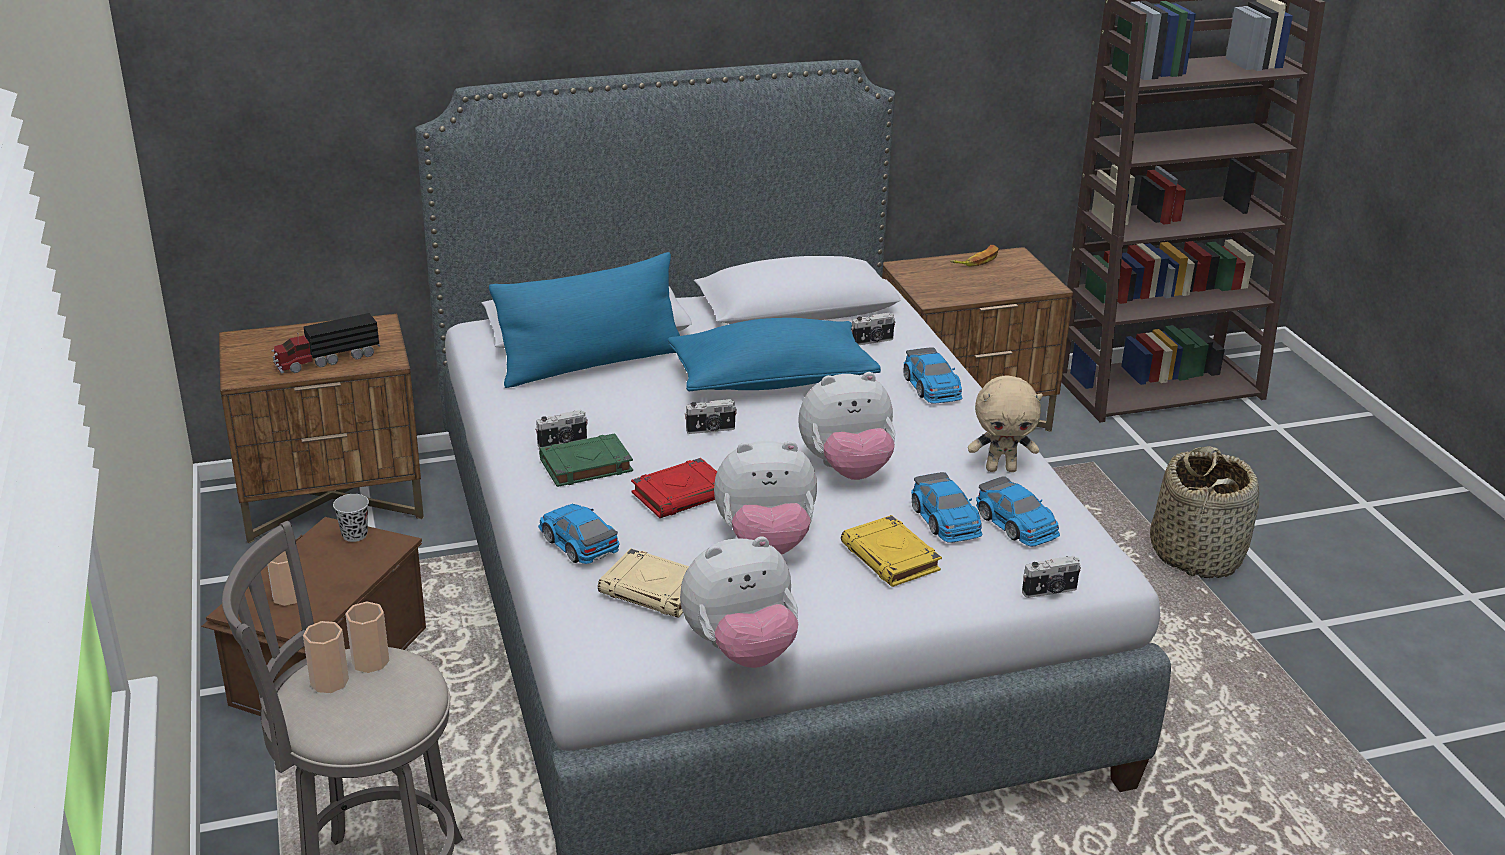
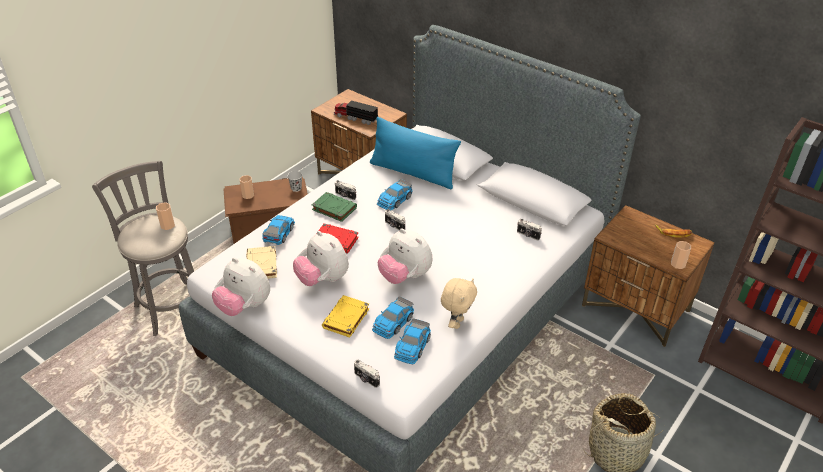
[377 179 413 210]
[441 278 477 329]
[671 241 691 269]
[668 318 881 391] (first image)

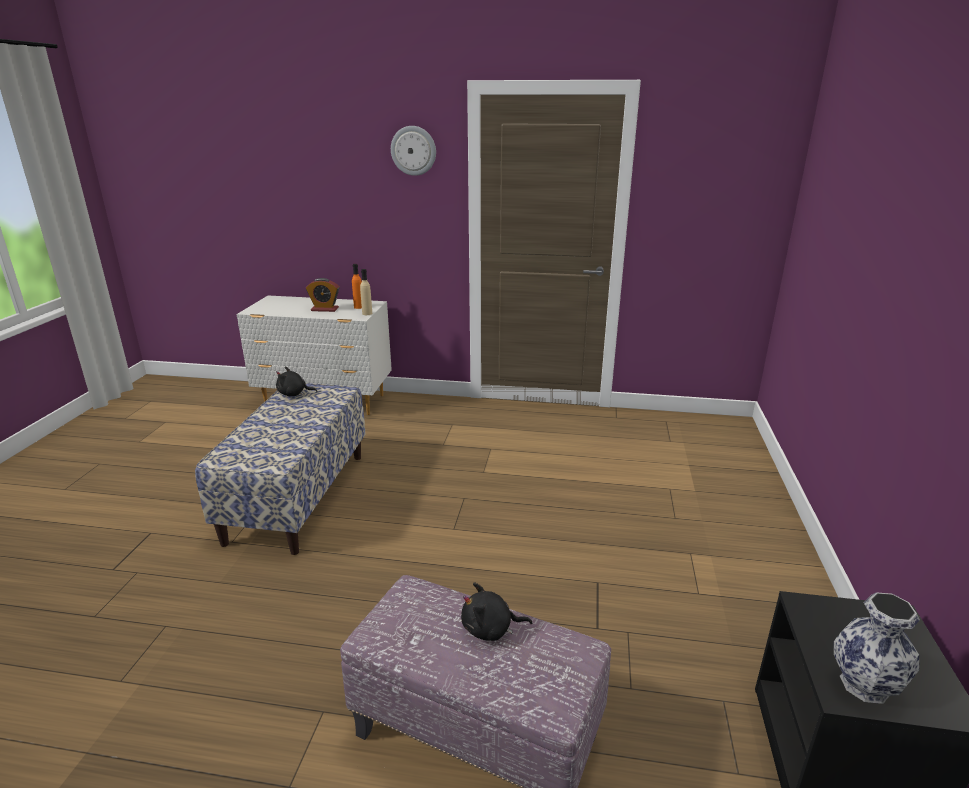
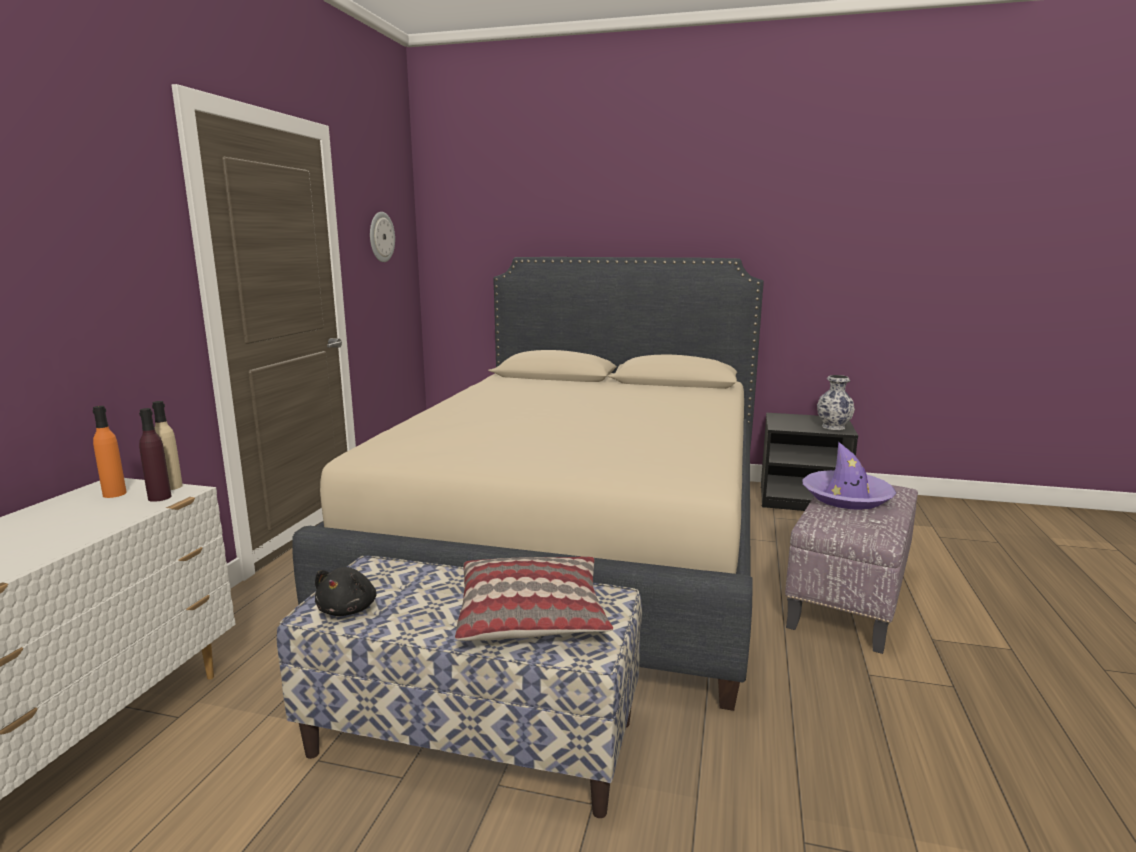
[139 408 172 502]
[292 257 764 711]
[370 212 395 262]
[455 557 613 641]
[802 442 896 510]
[306 278 339 312] (first image)

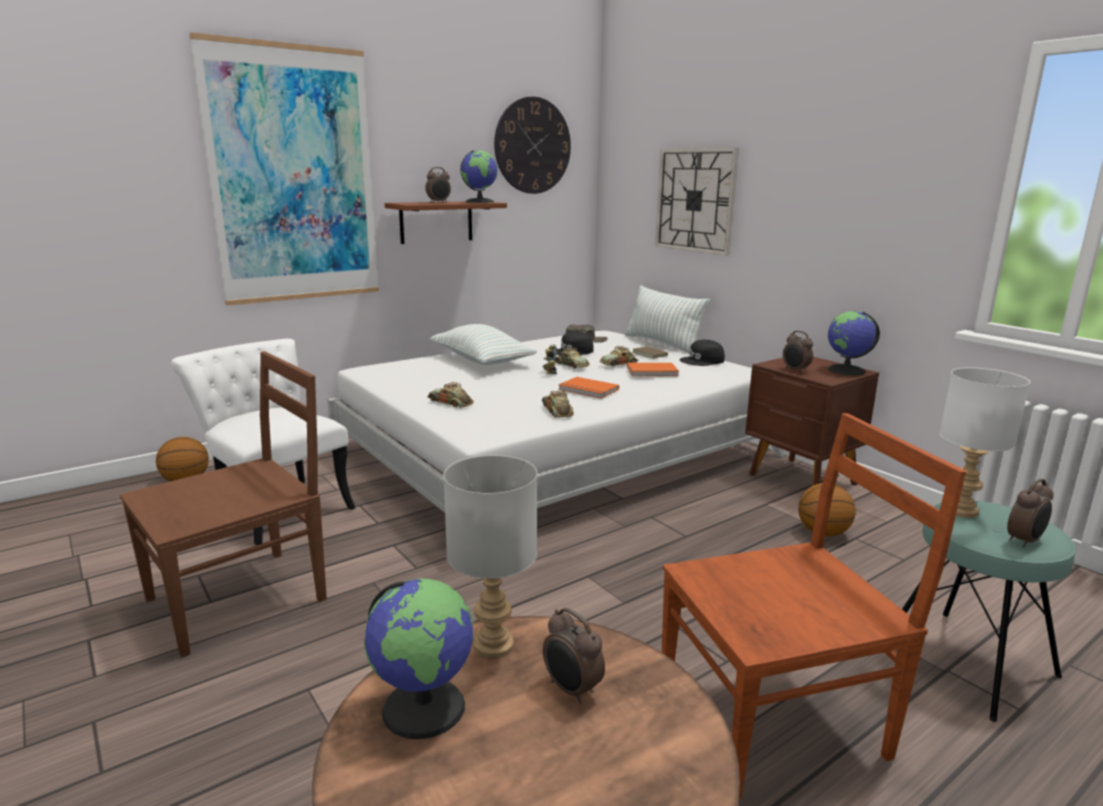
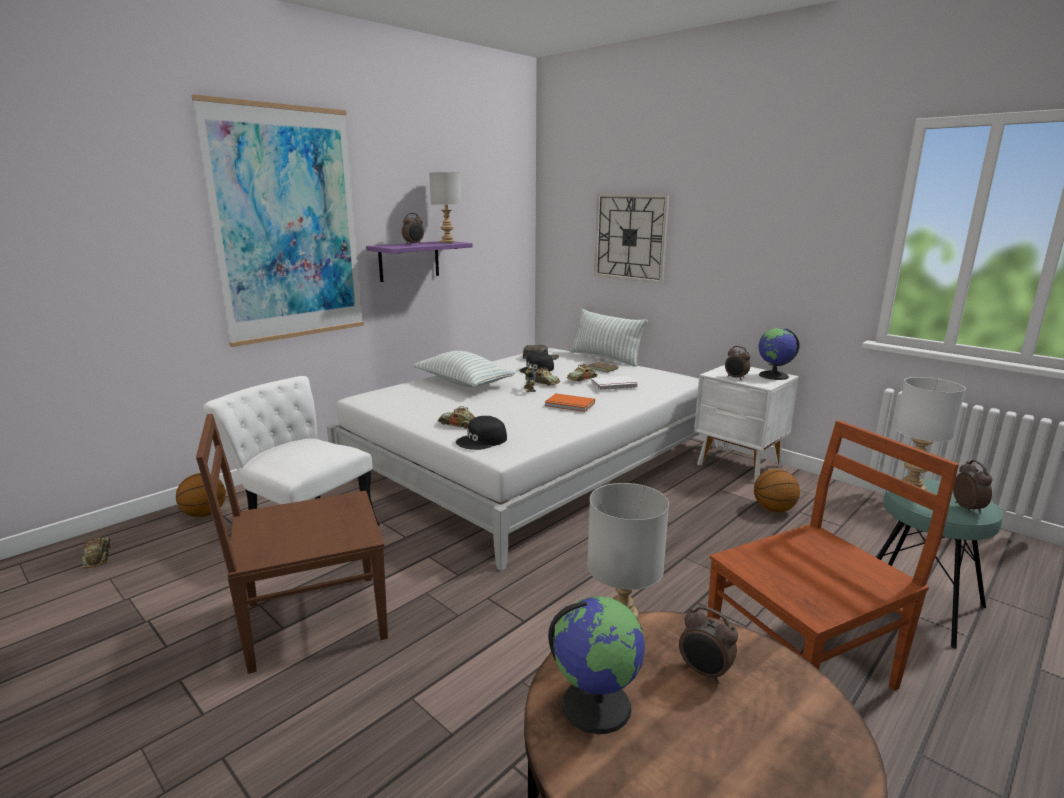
[82 537 110 568]
[196 414 388 674]
[366 241 473 282]
[429 172 461 243]
[456 416 507 450]
[591 376 638 390]
[694 365 799 483]
[953 460 993 514]
[494 97 571 194] (first image)

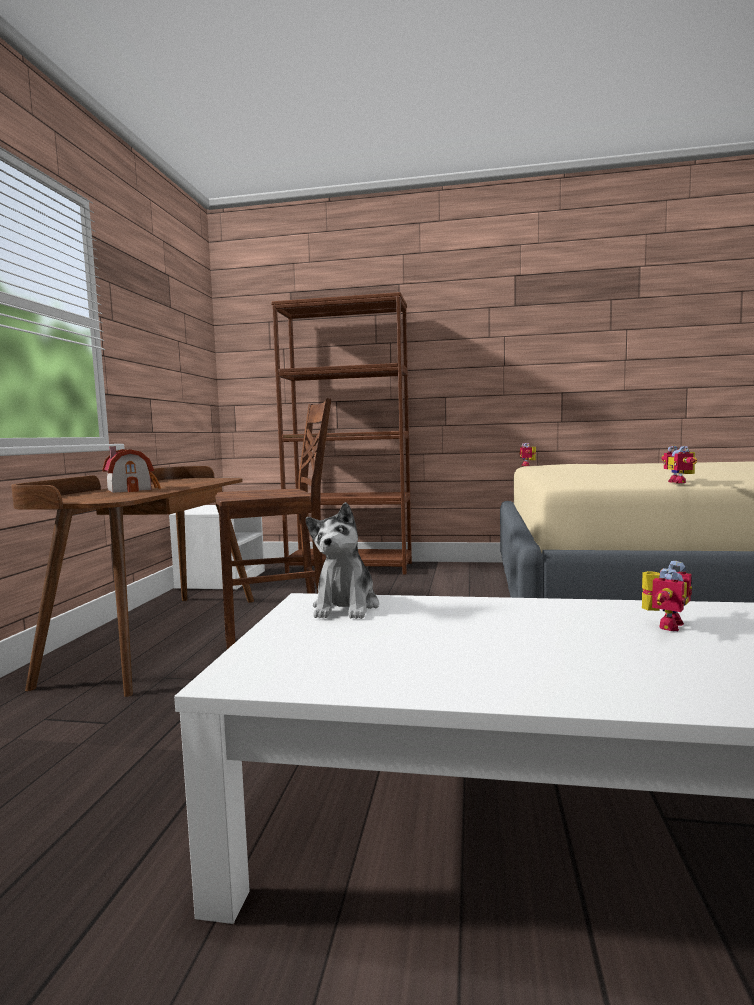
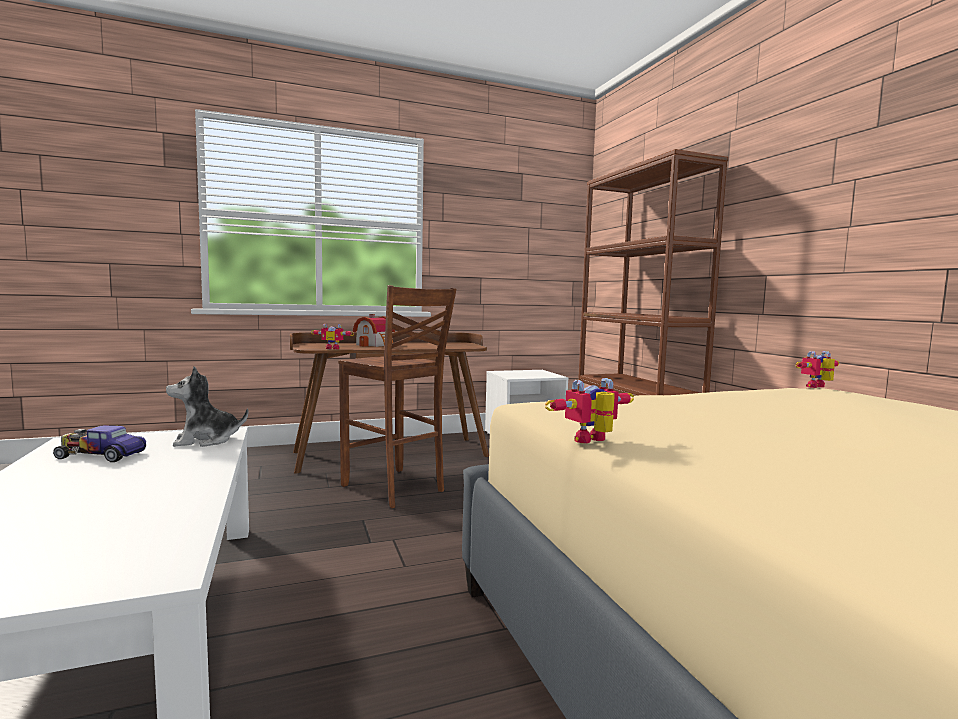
[53 426 146 462]
[311 324 354 349]

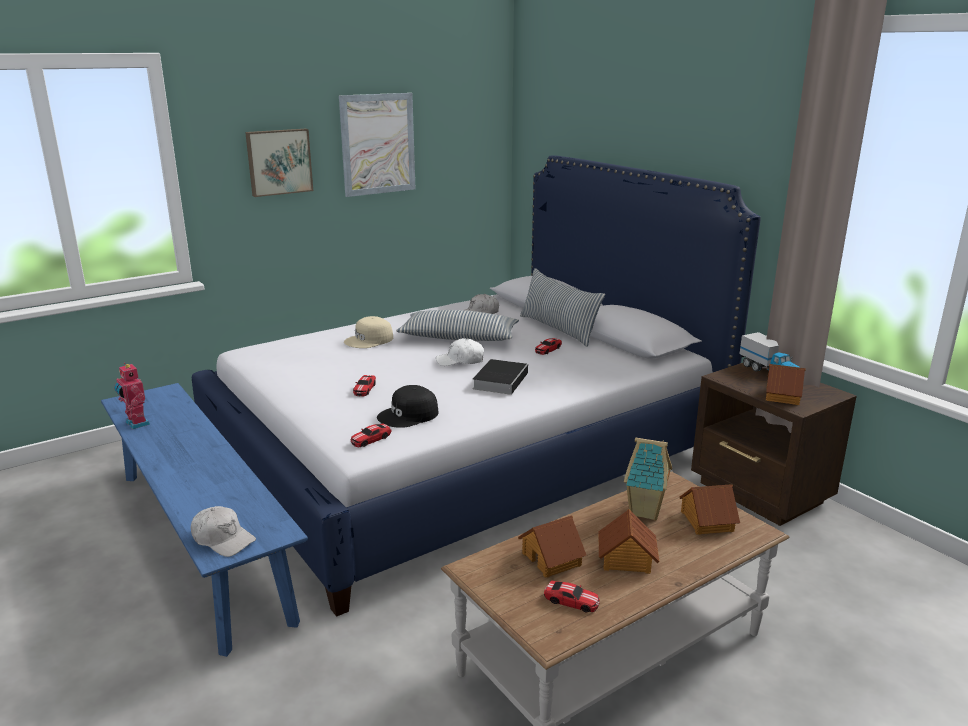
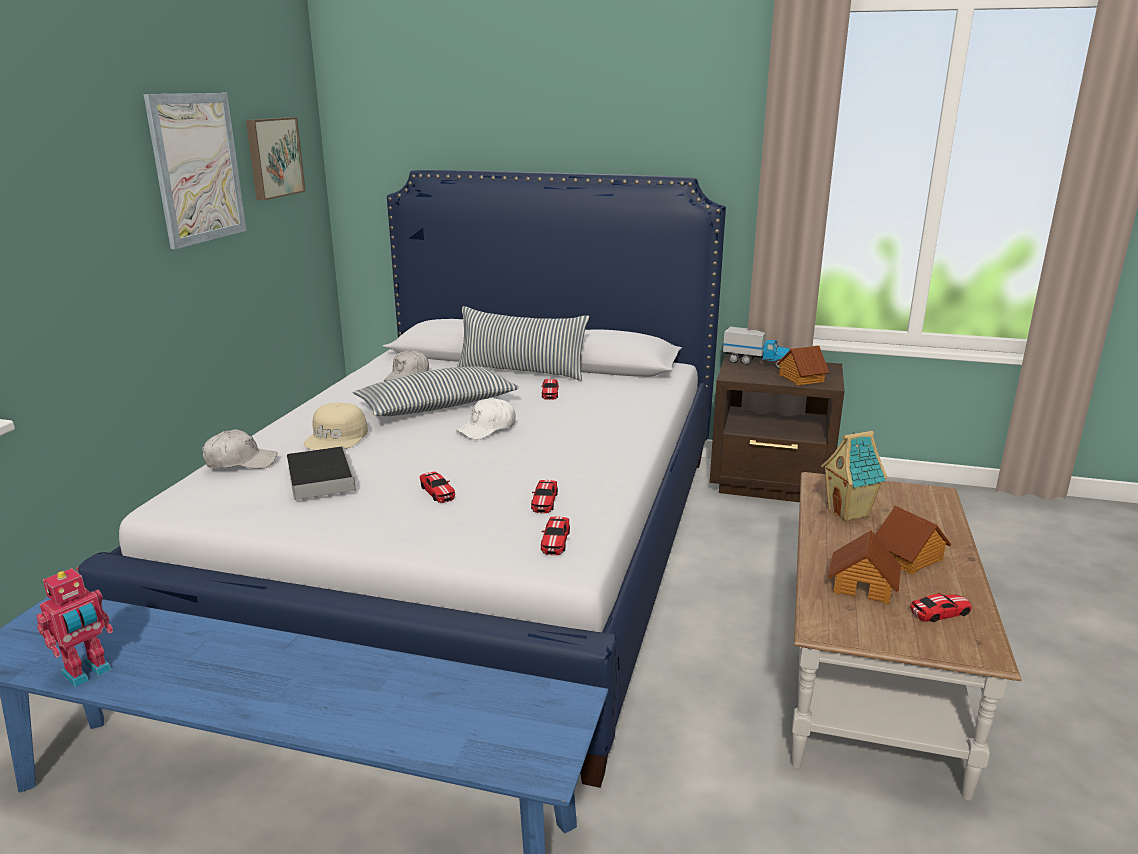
[37 567 113 688]
[202 429 277 469]
[246 117 306 200]
[287 446 356 500]
[531 480 558 513]
[680 484 740 535] (first image)

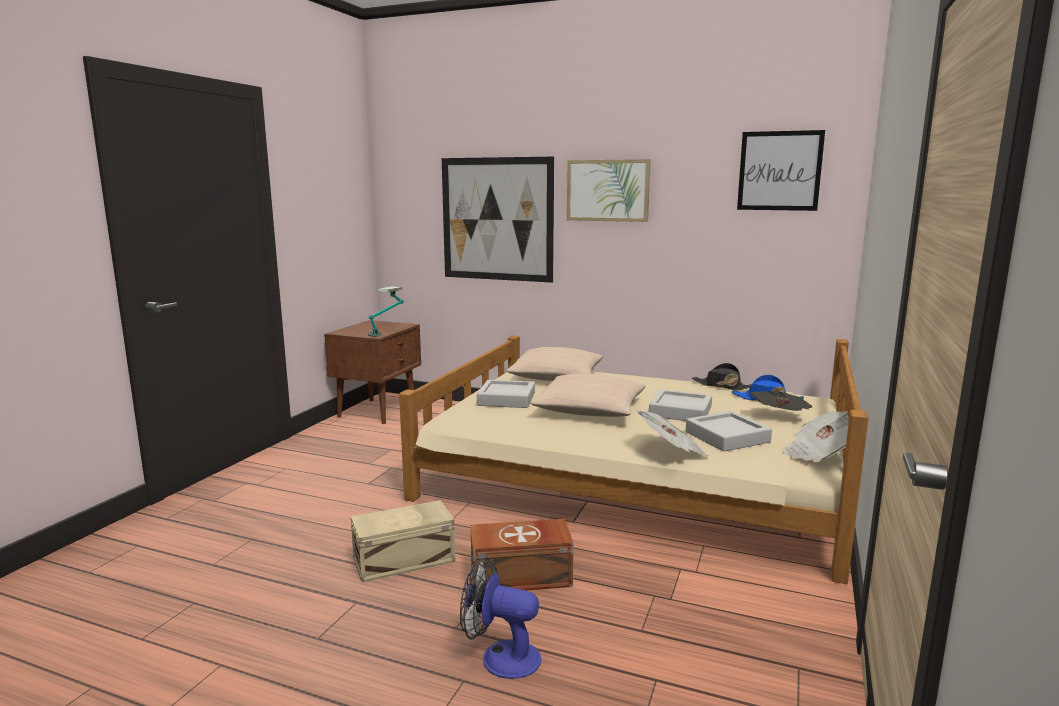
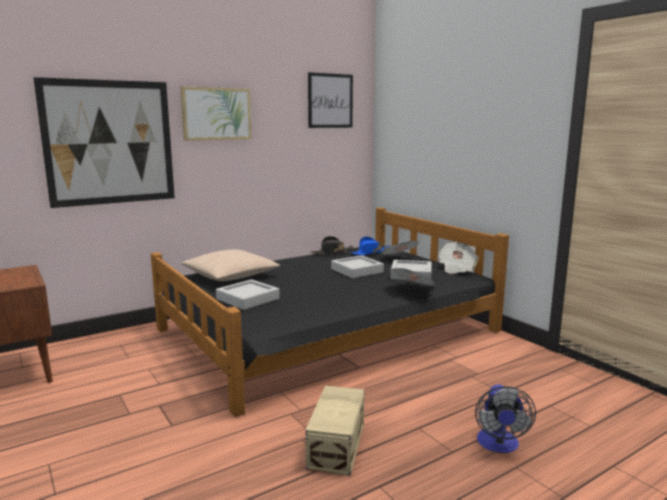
[151 207 509 417]
[475 384 536 453]
[368 286 404 337] (first image)
[471 519 574 590] (first image)
[530 373 645 417] (first image)

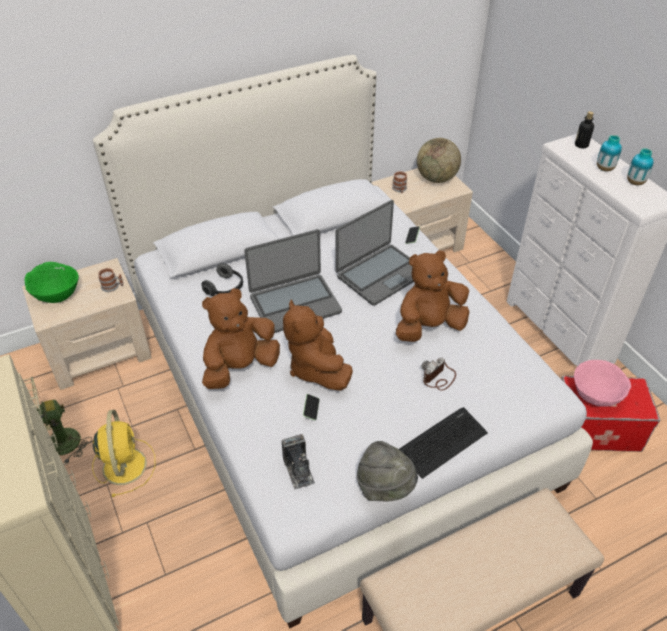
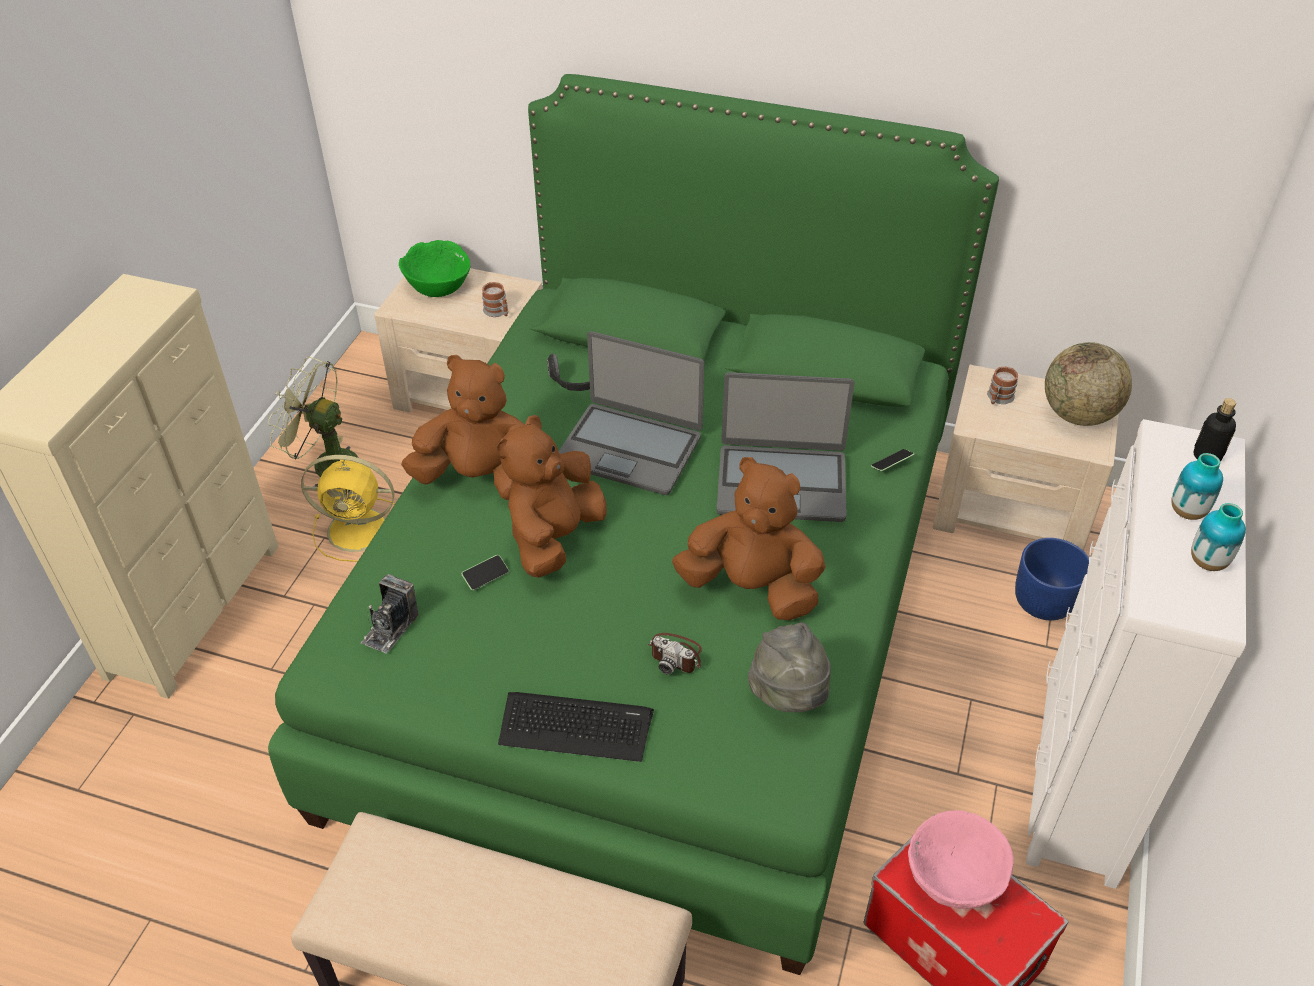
[268 74 999 975]
[301 455 395 562]
[648 633 702 675]
[748 623 831 712]
[1015 538 1089 621]

